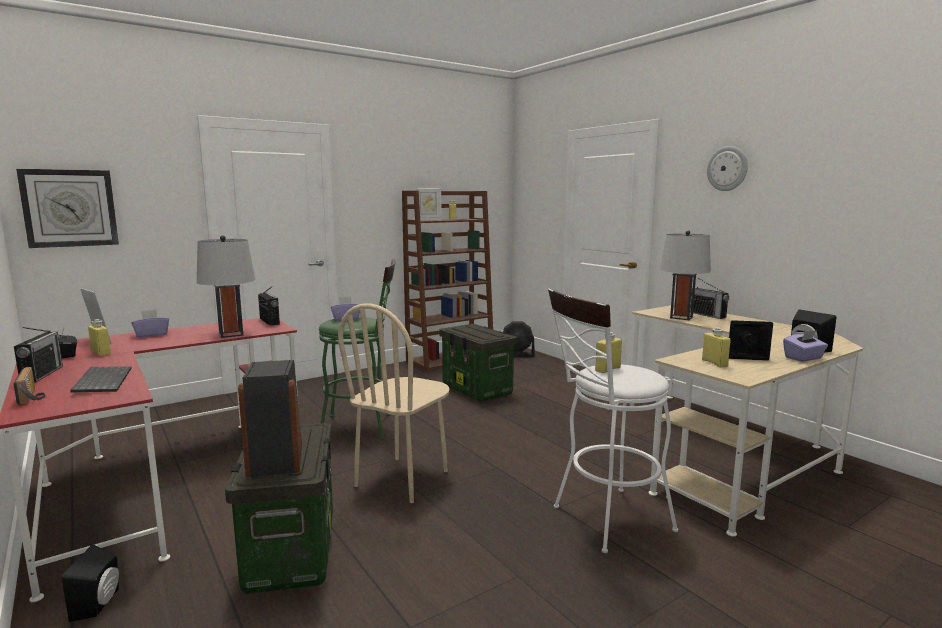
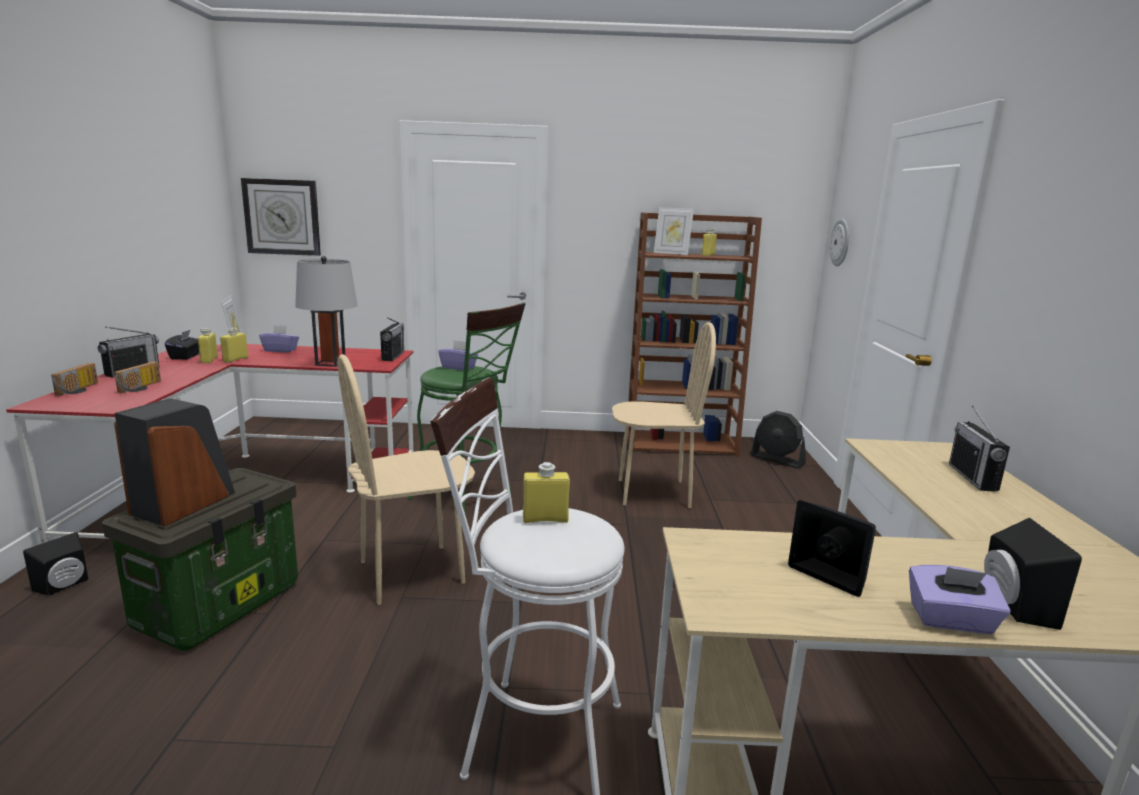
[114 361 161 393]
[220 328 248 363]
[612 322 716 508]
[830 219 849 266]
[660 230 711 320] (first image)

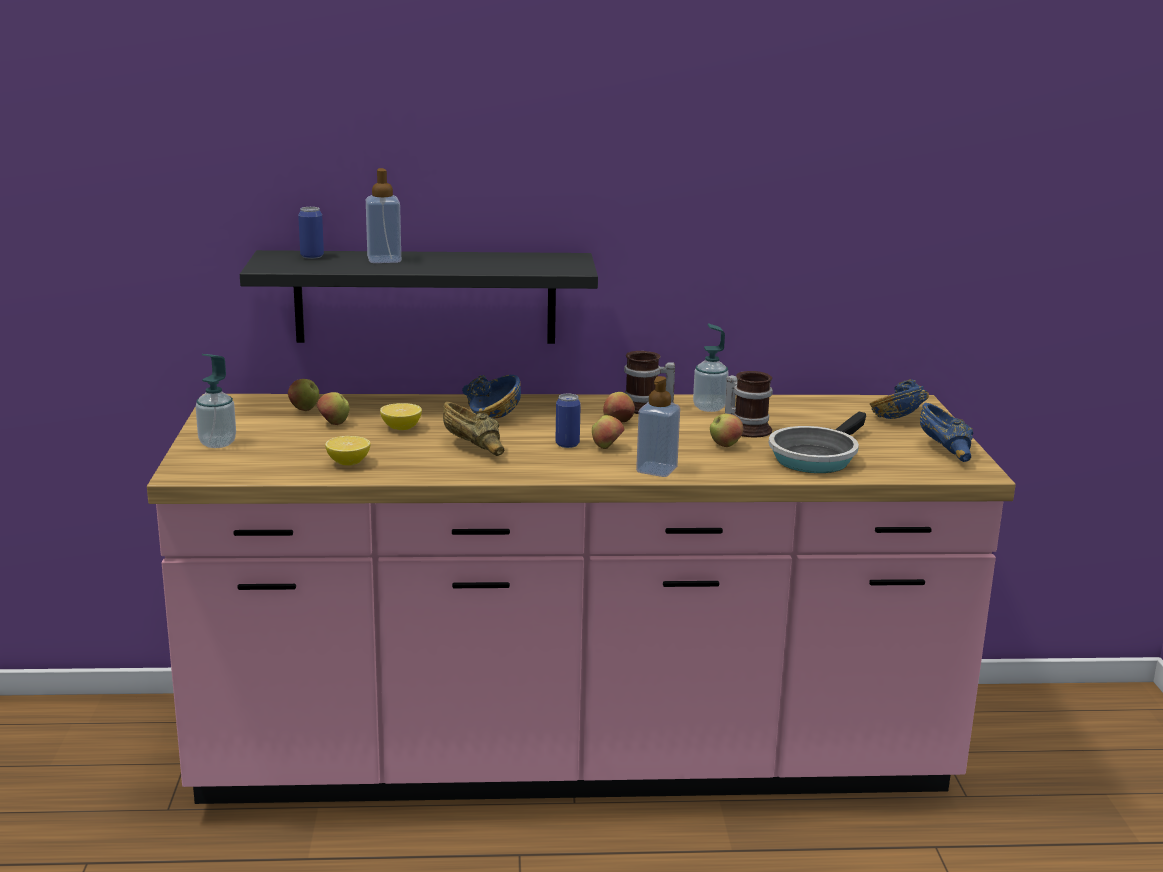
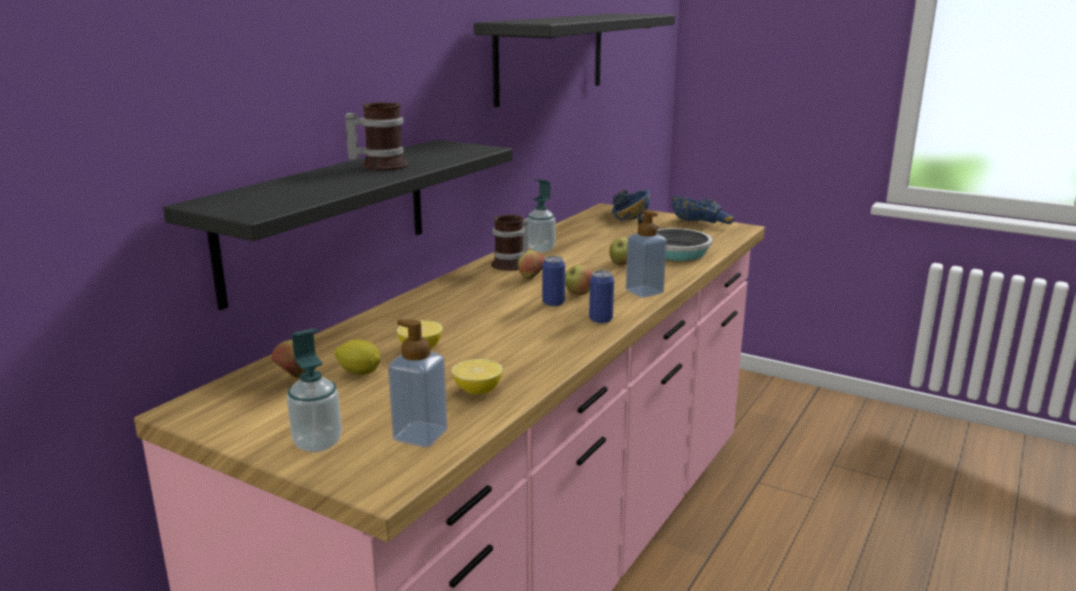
[335 339 380 375]
[345 102 408 171]
[388 319 448 447]
[474 14 675 107]
[589 270 614 323]
[443 402 504 456] (first image)
[462 375 521 419] (first image)

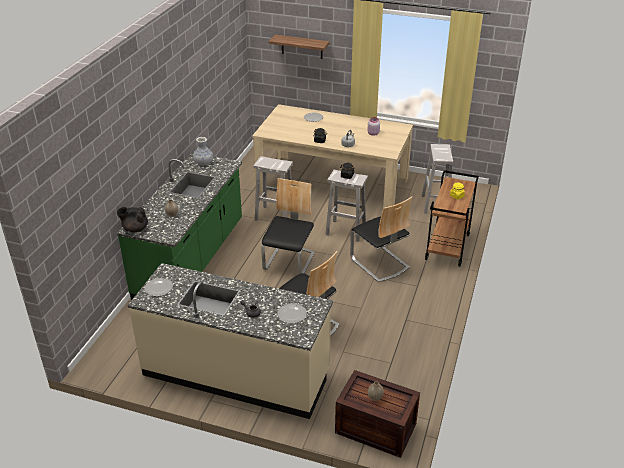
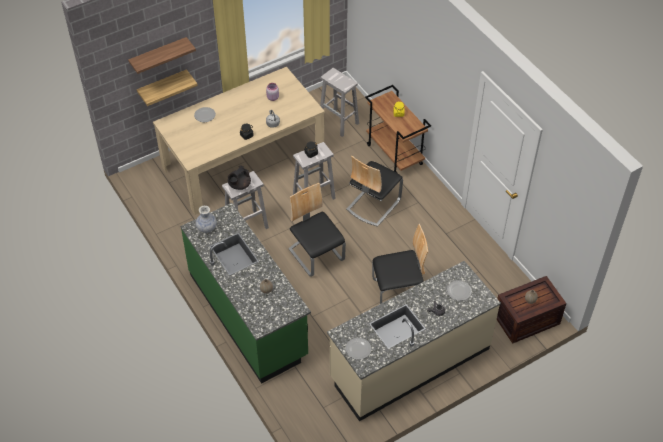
[137 69 198 106]
[228 166 251 190]
[346 156 403 227]

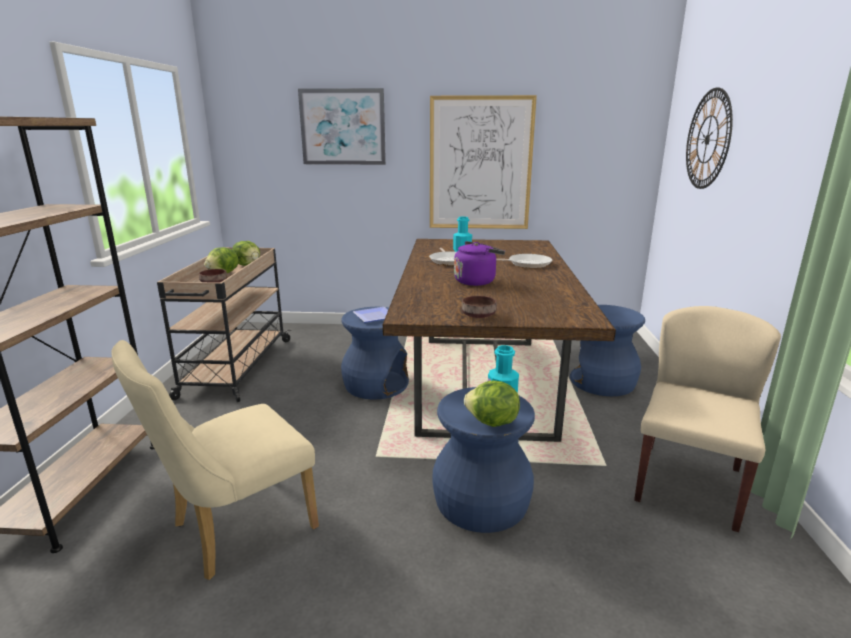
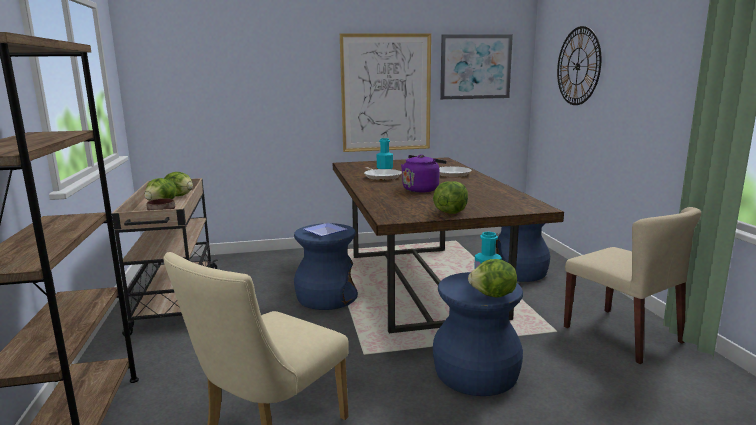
[433 181 468 214]
[440 34 513 100]
[564 207 701 364]

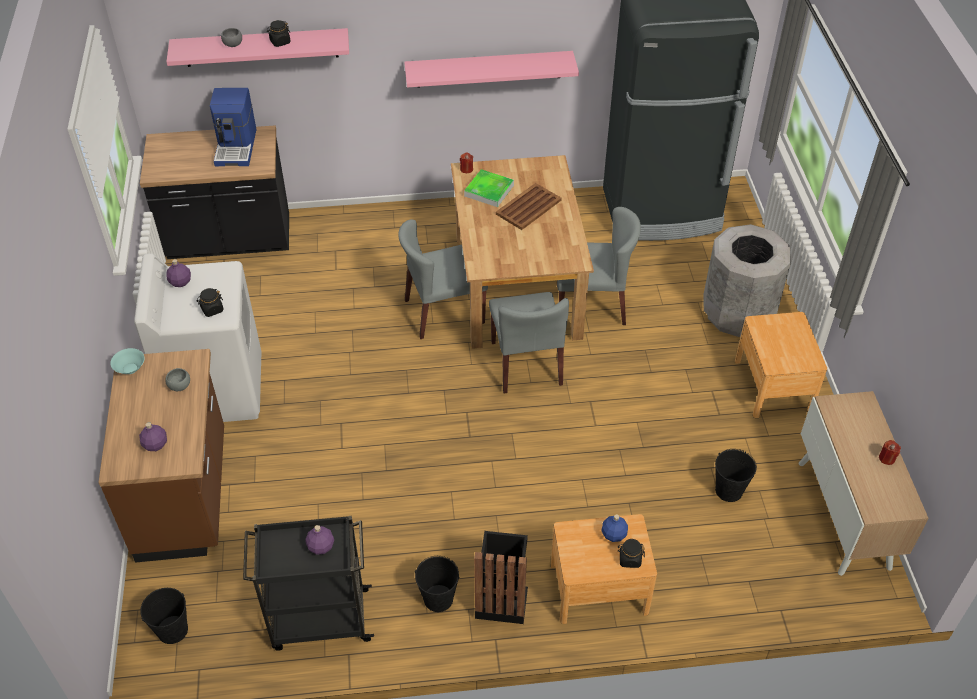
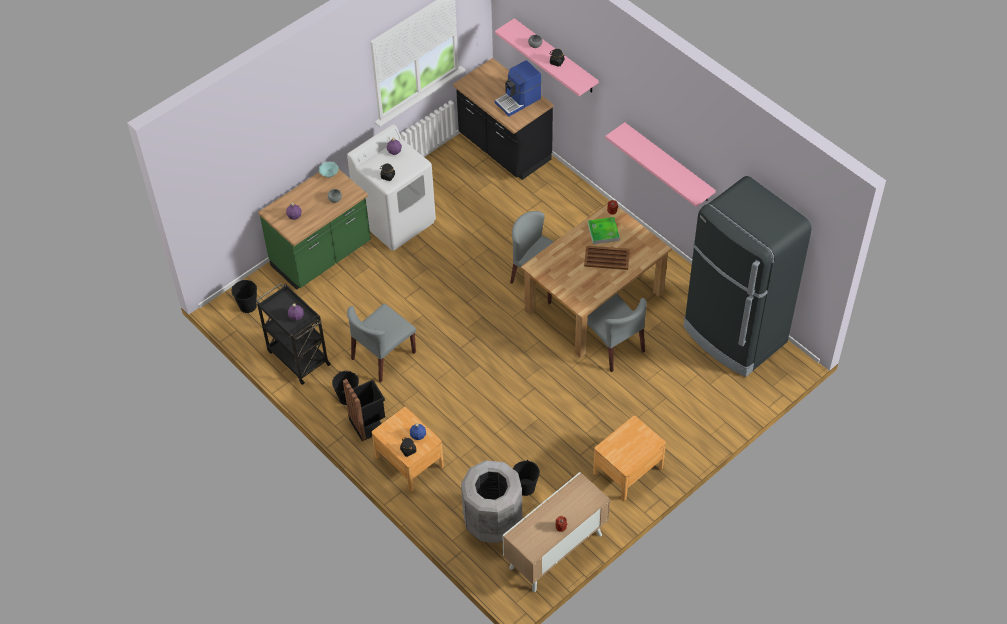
[258 170 371 290]
[347 304 416 383]
[461 460 522 543]

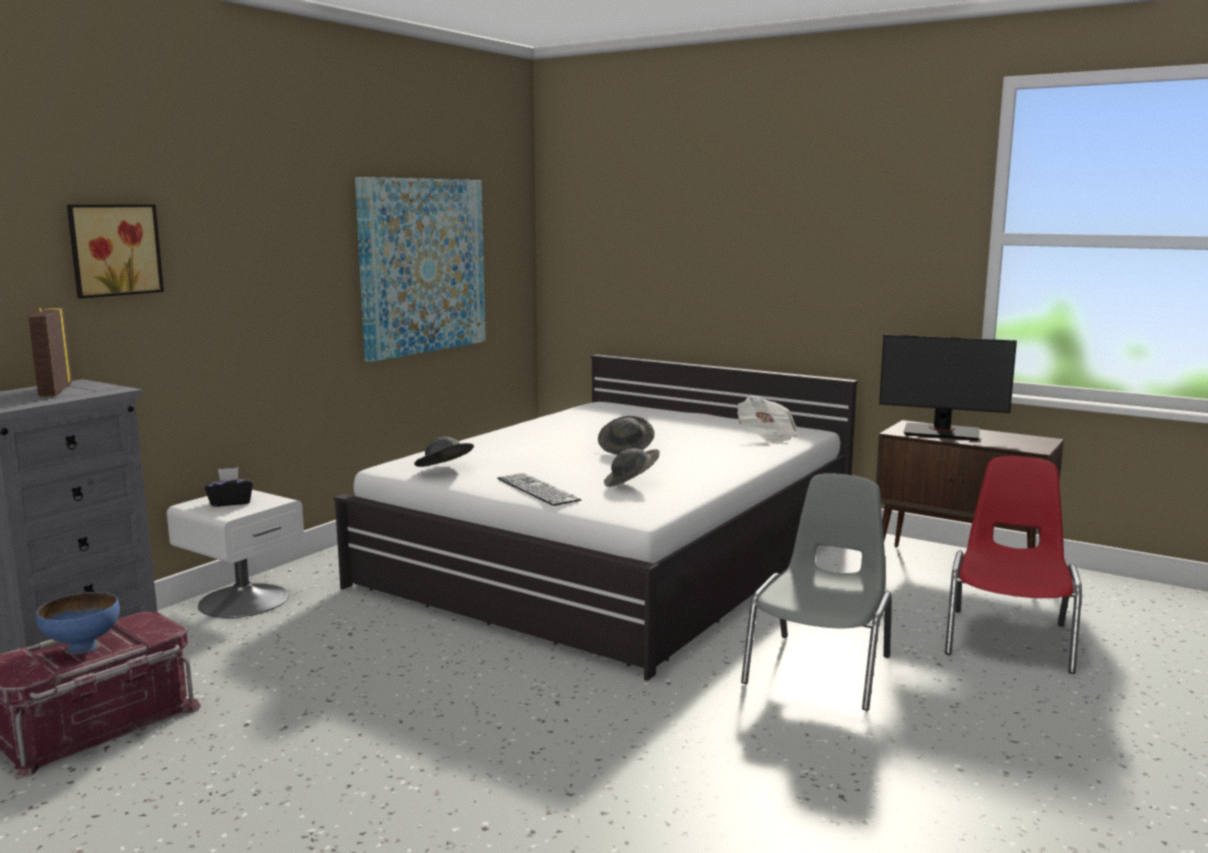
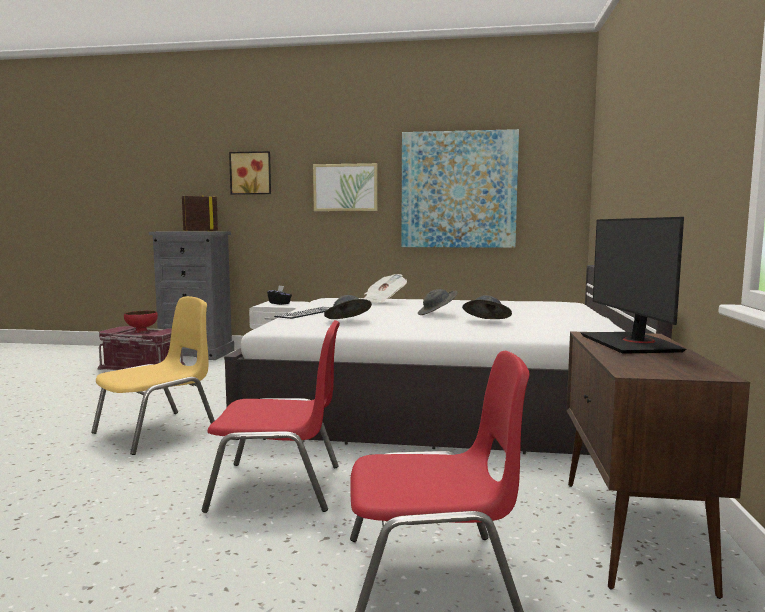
[91 296 215 455]
[124 311 158 333]
[202 320 340 513]
[313 163 377 211]
[363 274 407 303]
[462 295 512 319]

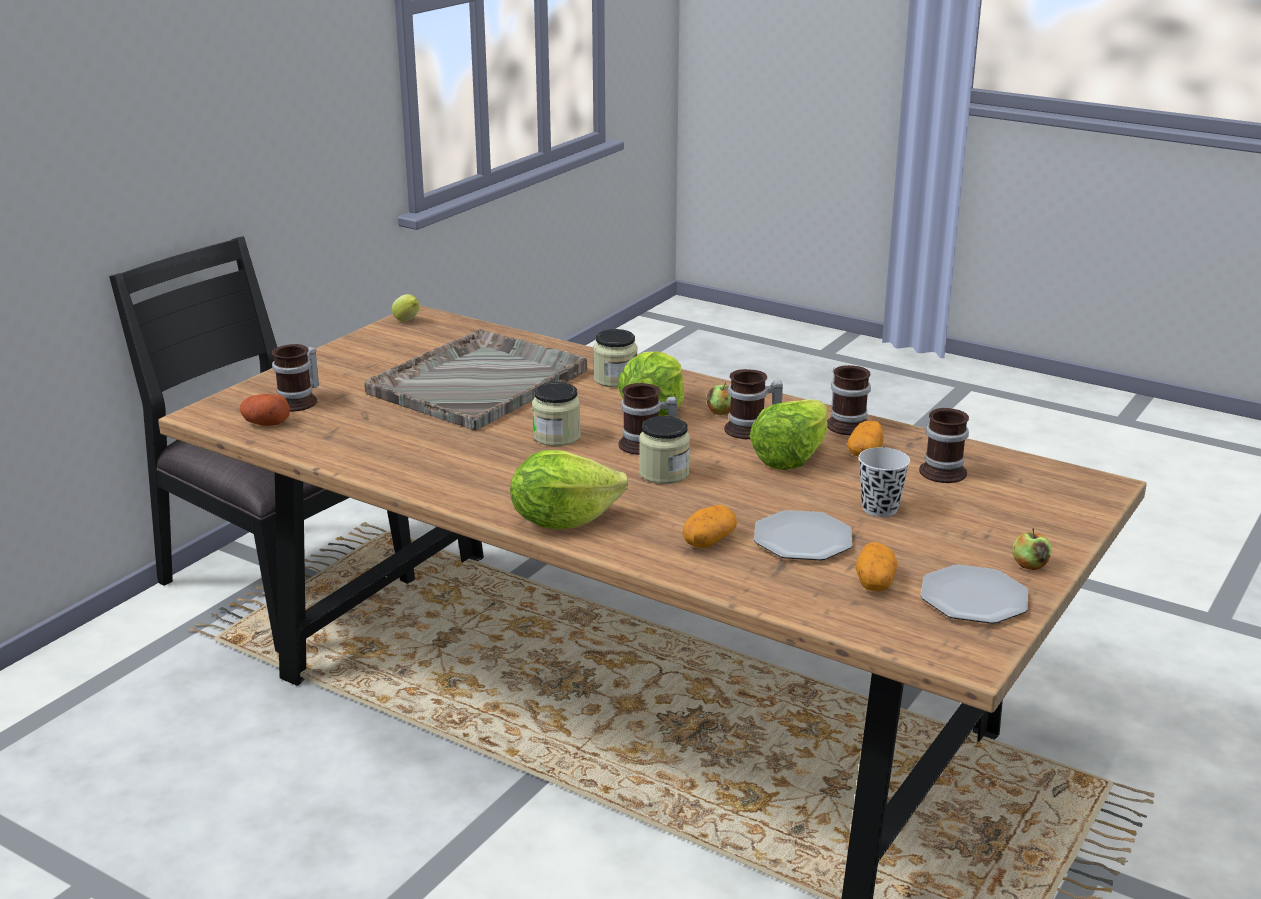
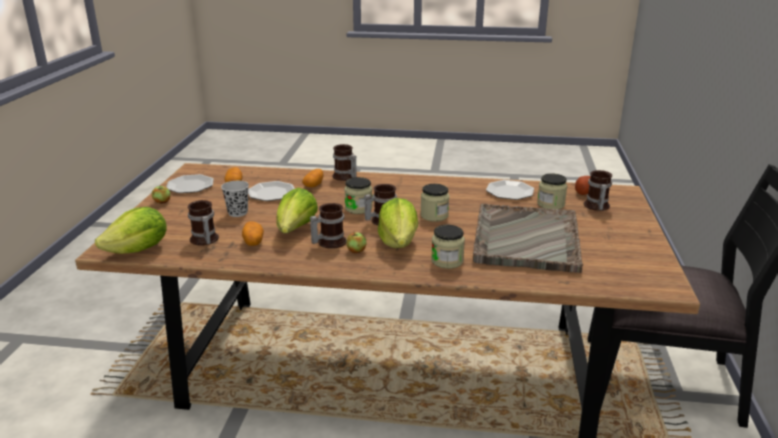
[95 207 167 254]
[332 144 357 181]
[486 180 534 200]
[537 173 567 209]
[392 294 419 322] (first image)

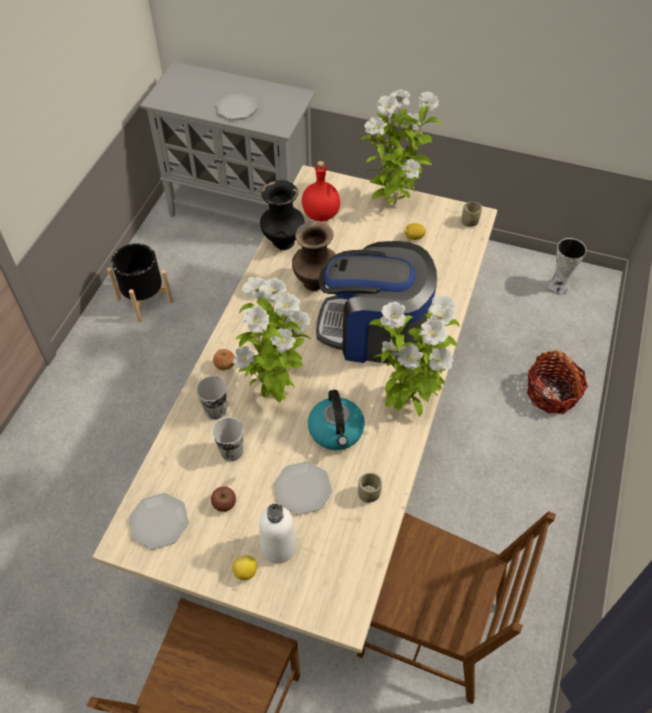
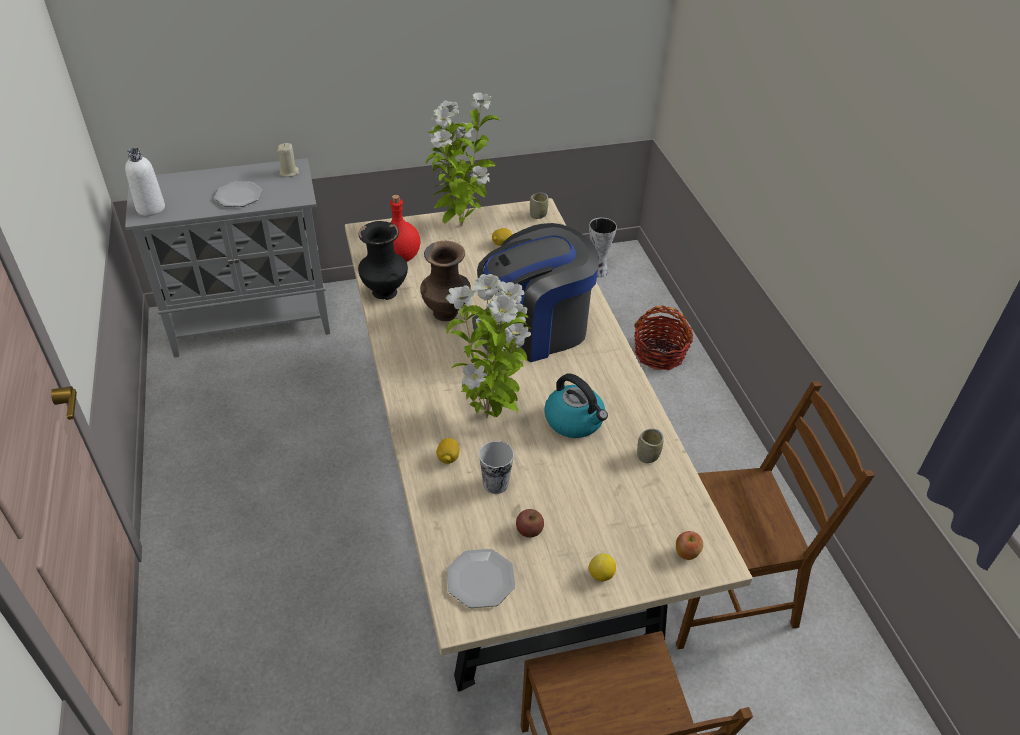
[125 148 165 216]
[277 143 299 177]
[437 438 460 464]
[676 531 703 560]
[107 243 173 322] (first image)
[274 461 332 515] (first image)
[369 295 459 417] (first image)

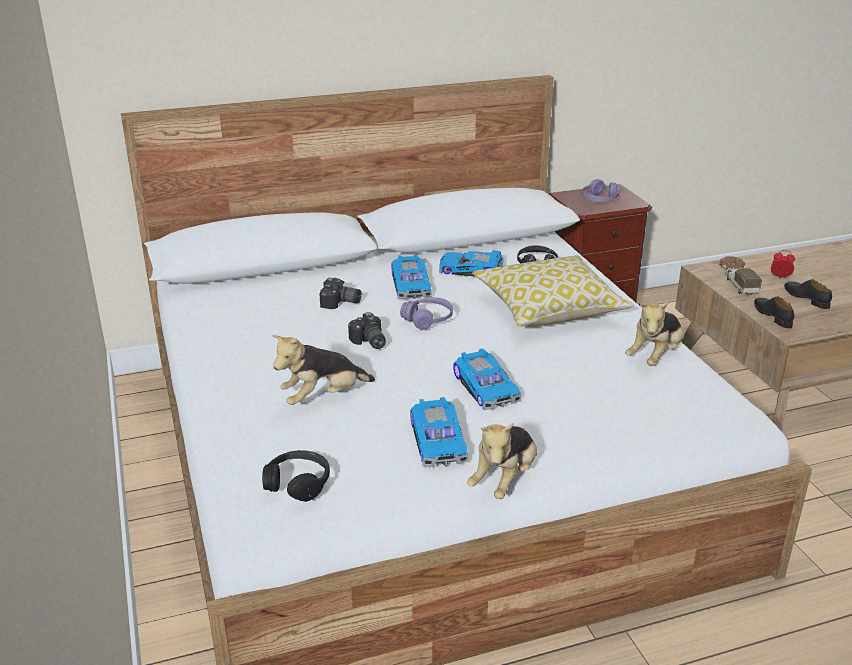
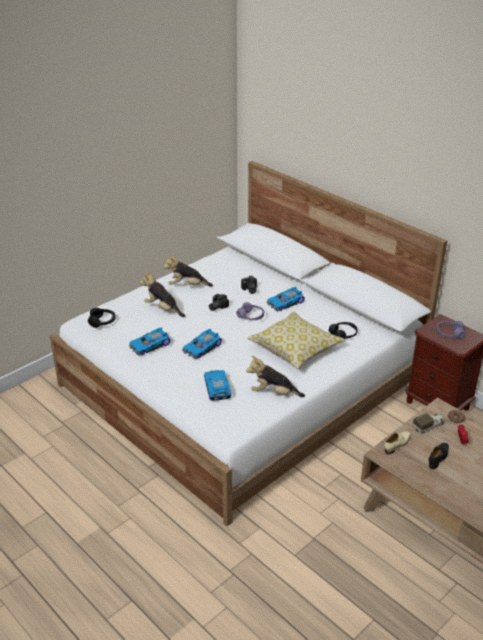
[163 254 213 287]
[204 370 231 401]
[384 431 411 454]

